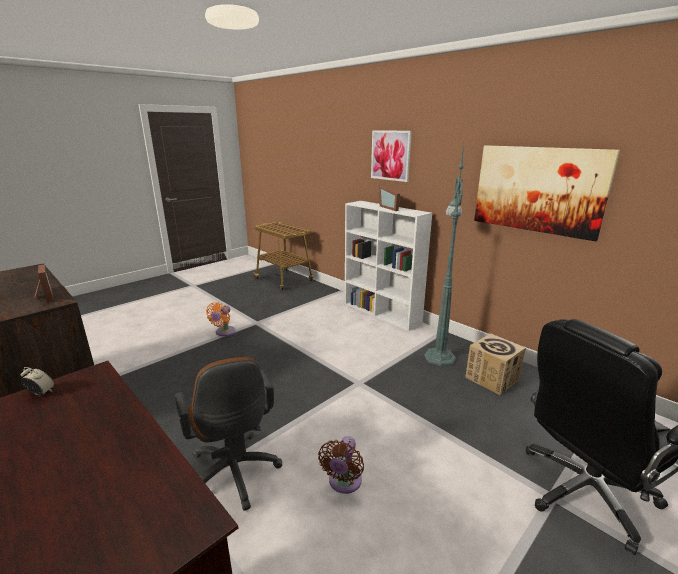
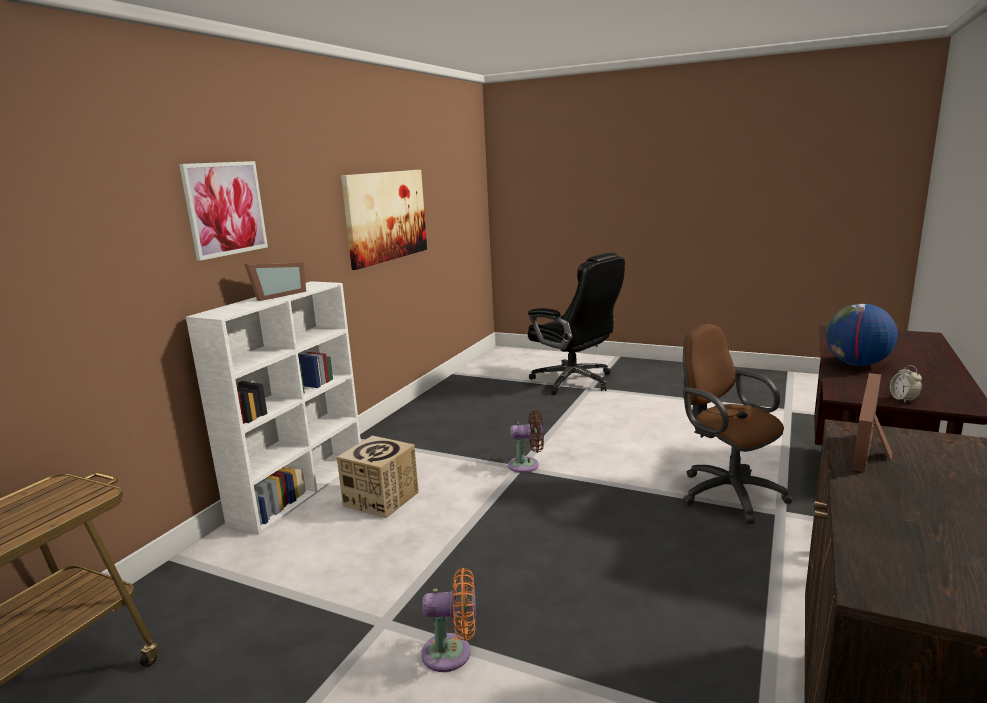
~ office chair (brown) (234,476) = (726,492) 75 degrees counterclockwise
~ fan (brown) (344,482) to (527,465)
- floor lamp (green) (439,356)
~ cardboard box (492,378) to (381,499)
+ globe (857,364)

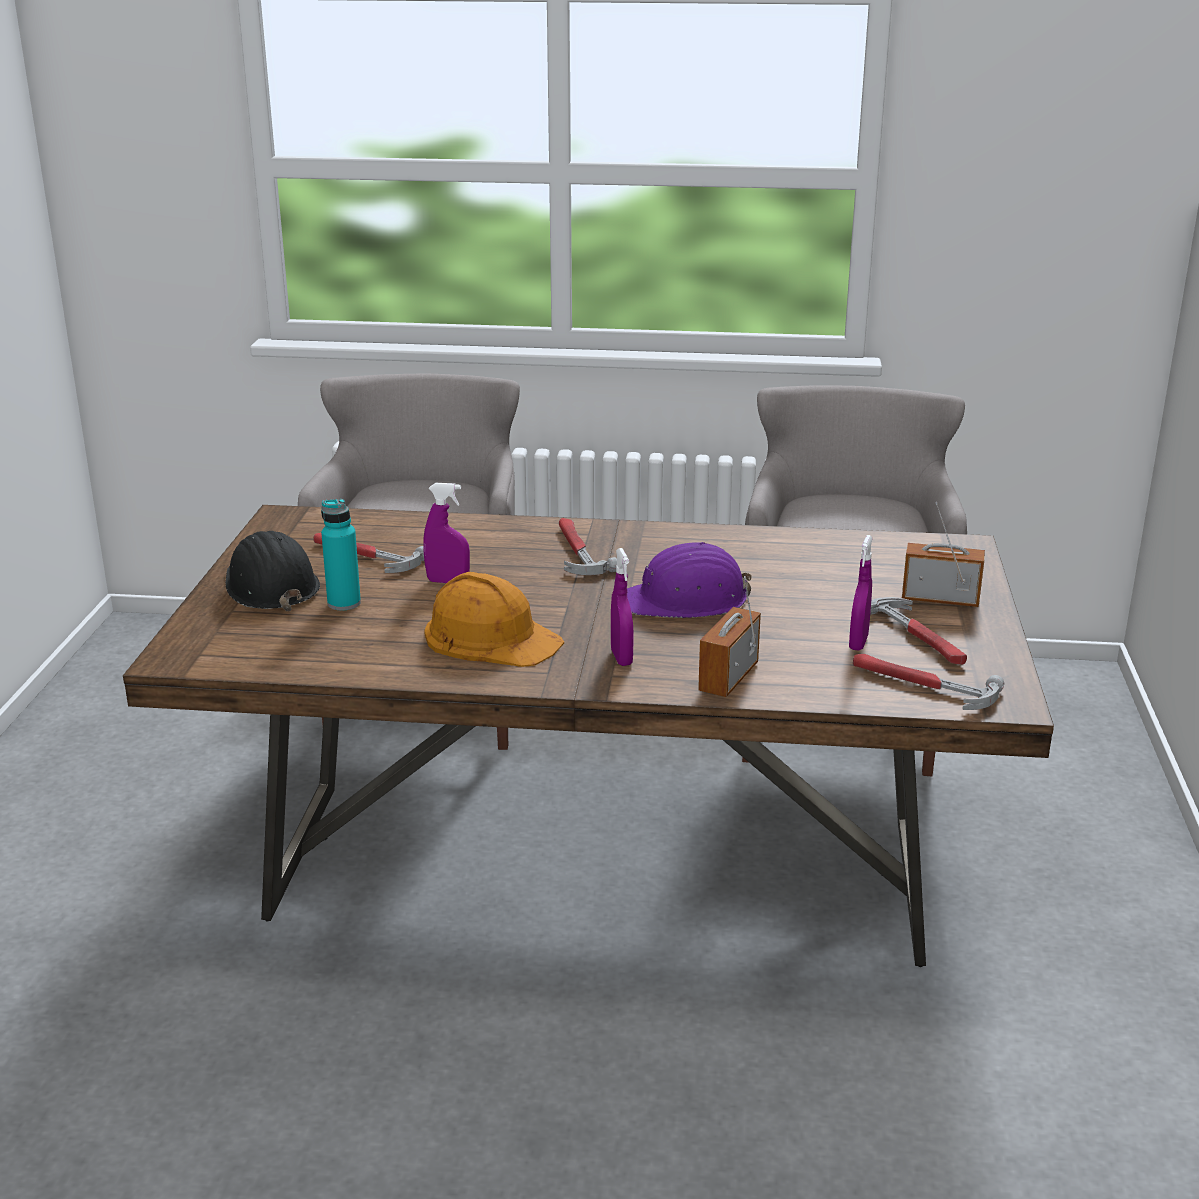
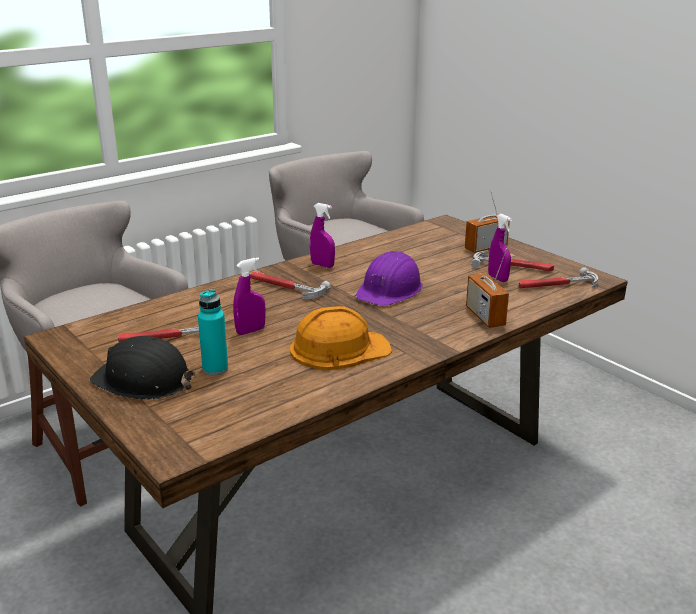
~ spray bottle (purple) (621,658) to (322,265)

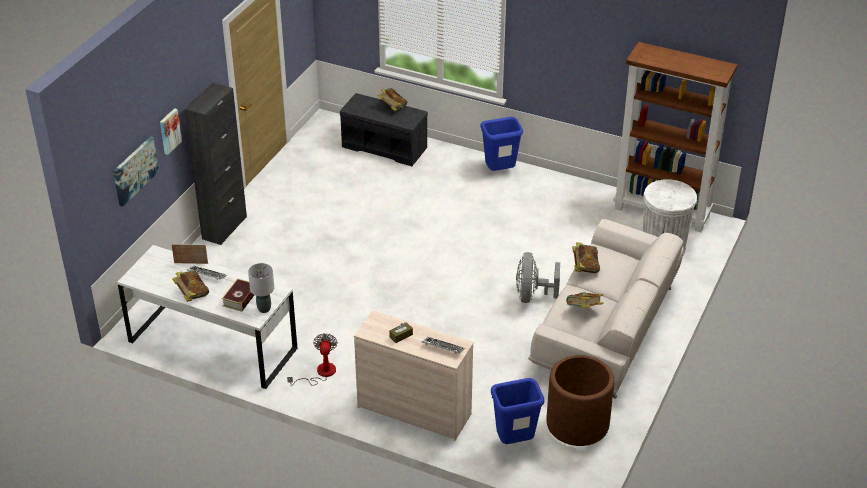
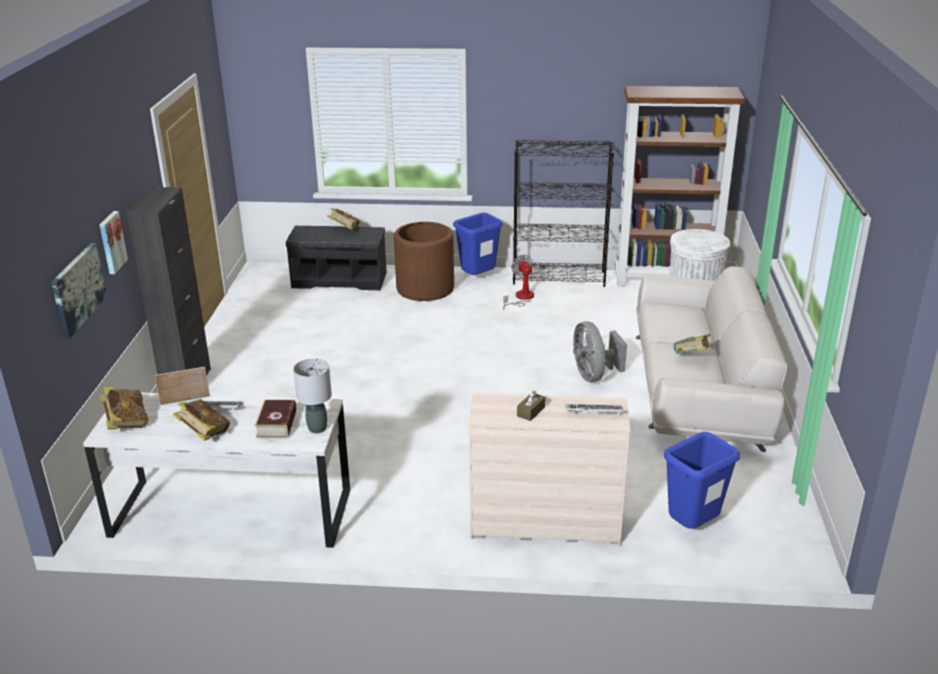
~ fan (320,373) to (521,298)
~ planter (brown) (577,424) to (425,289)
~ book (585,267) to (127,423)
+ bookcase (black) (559,278)

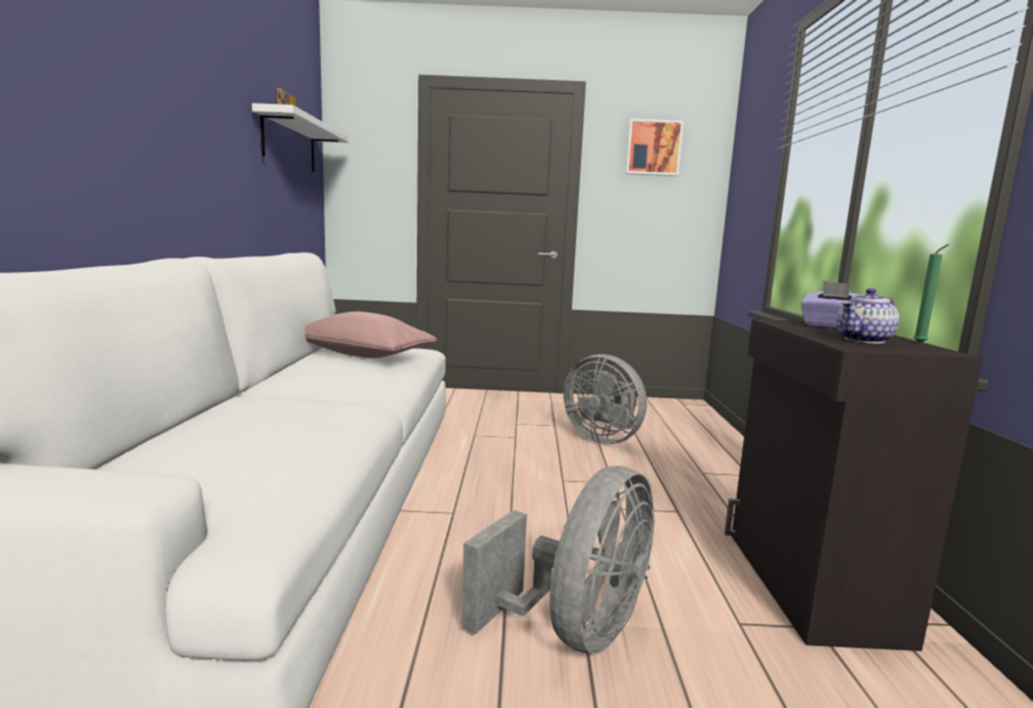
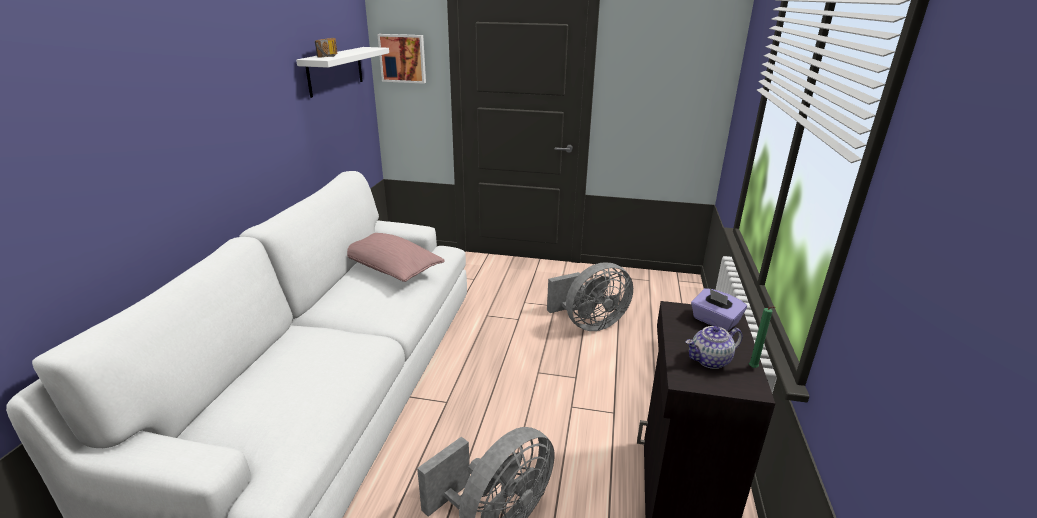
~ fan (grey) (603,438) = (589,324) 75 degrees counterclockwise
~ picture (653,148) to (403,58)

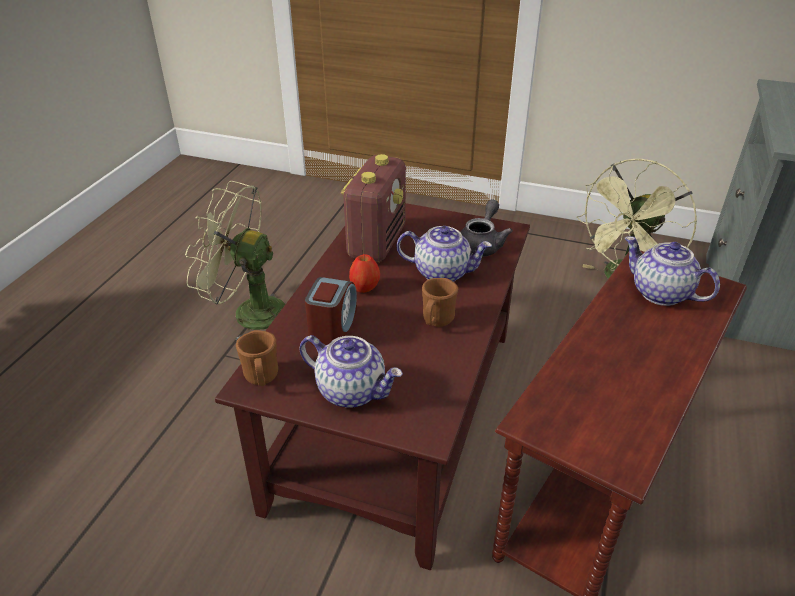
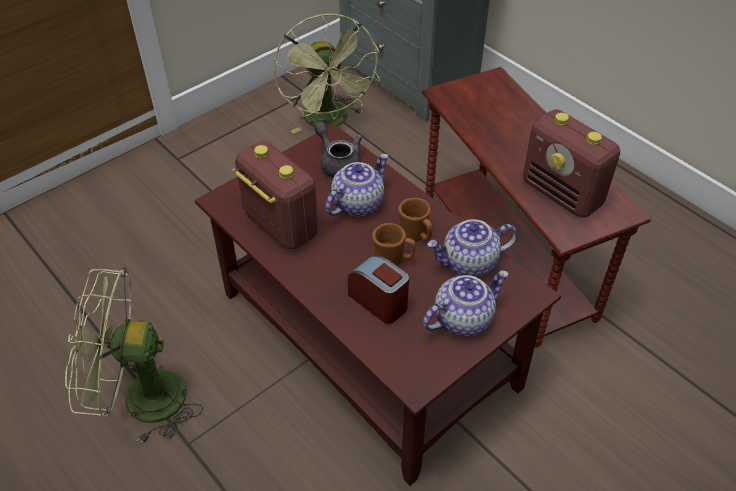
~ fan (green) (248,313) = (140,399) 45 degrees clockwise
~ mug (brown) (261,378) to (393,259)
- apple (364,288)
~ teapot (659,293) to (469,263)
+ radio (562,194)

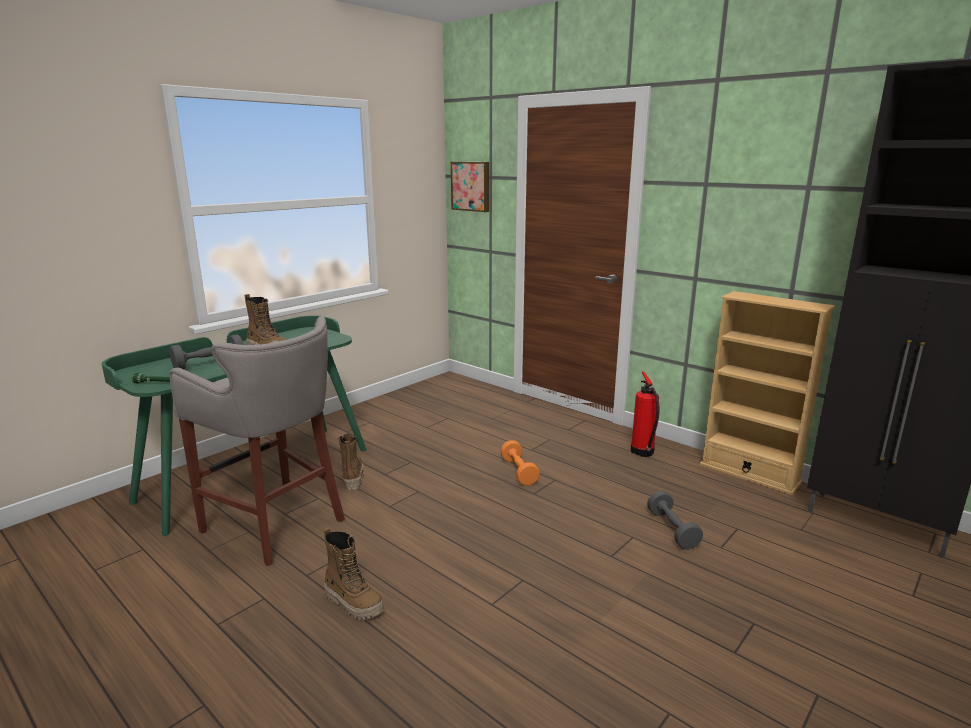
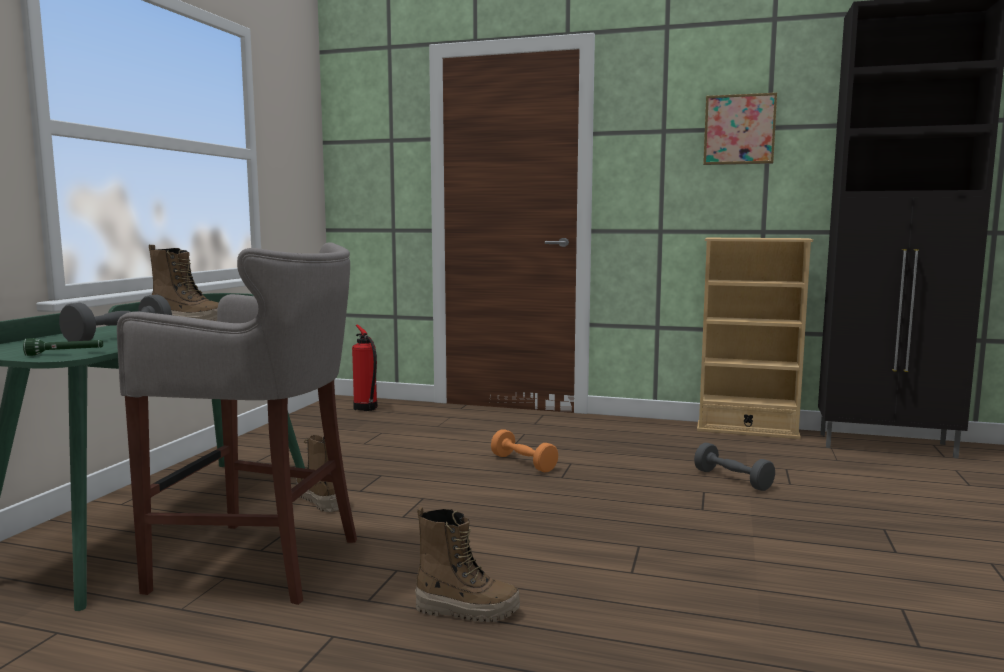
~ picture (471,186) to (739,130)
~ fire extinguisher (642,452) to (366,408)

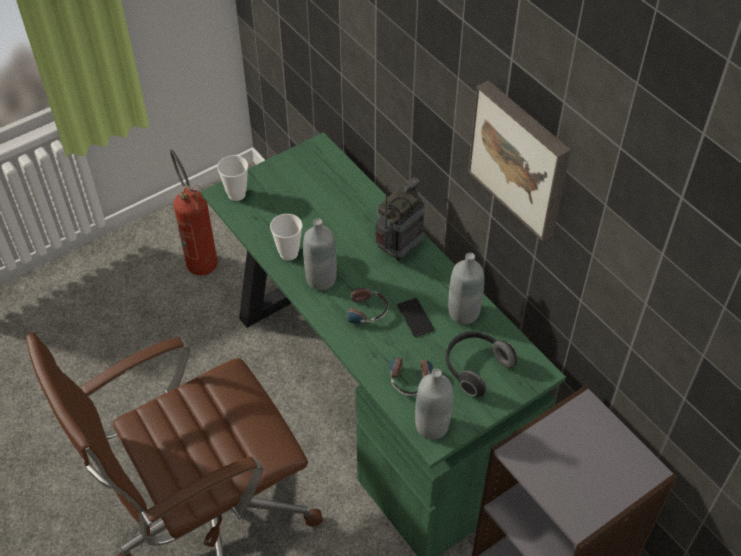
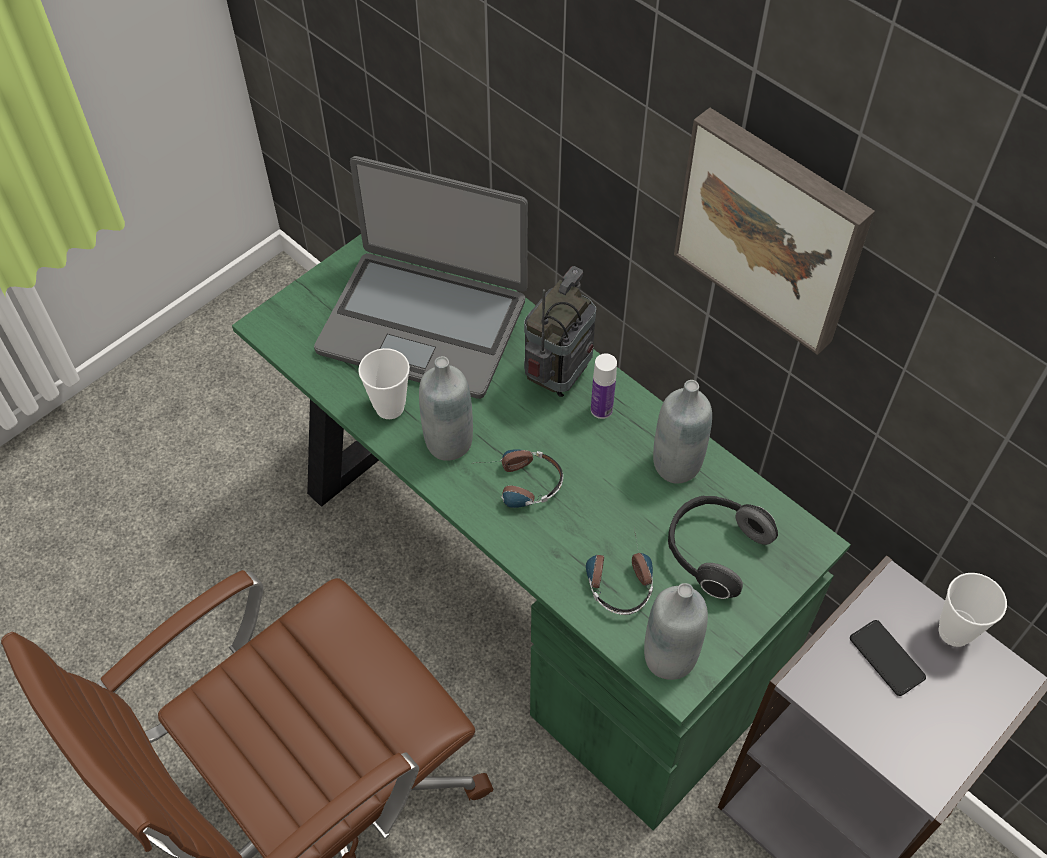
- fire extinguisher (199,258)
~ cup (236,194) to (954,631)
~ phone (415,318) to (887,658)
+ laptop (423,323)
+ bottle (601,409)

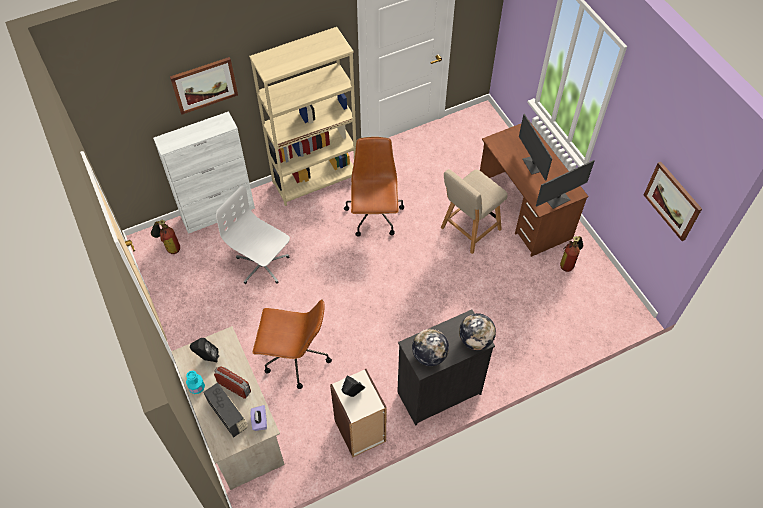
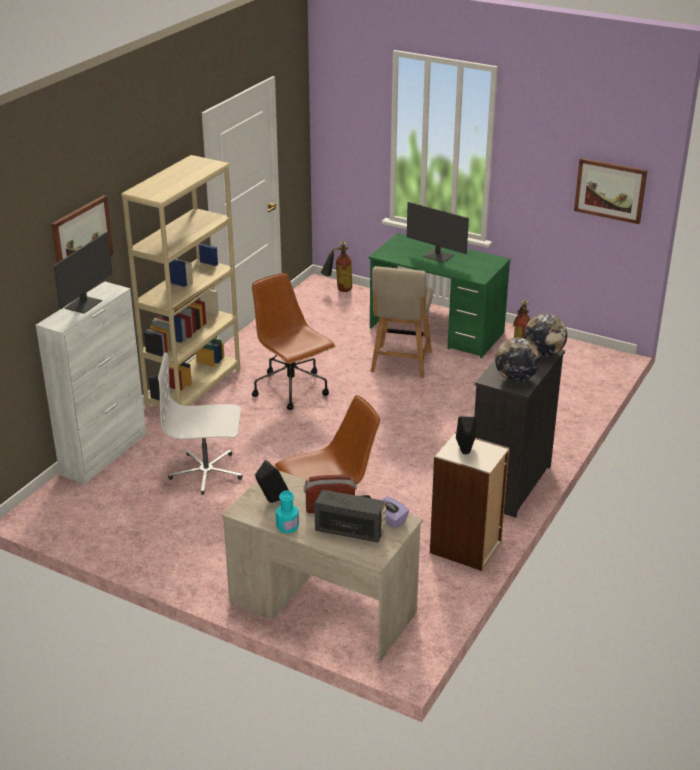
~ fire extinguisher (169,247) to (338,289)
~ desk (brown) (524,209) to desk (green) (436,331)
~ monitor (557,198) to (84,304)

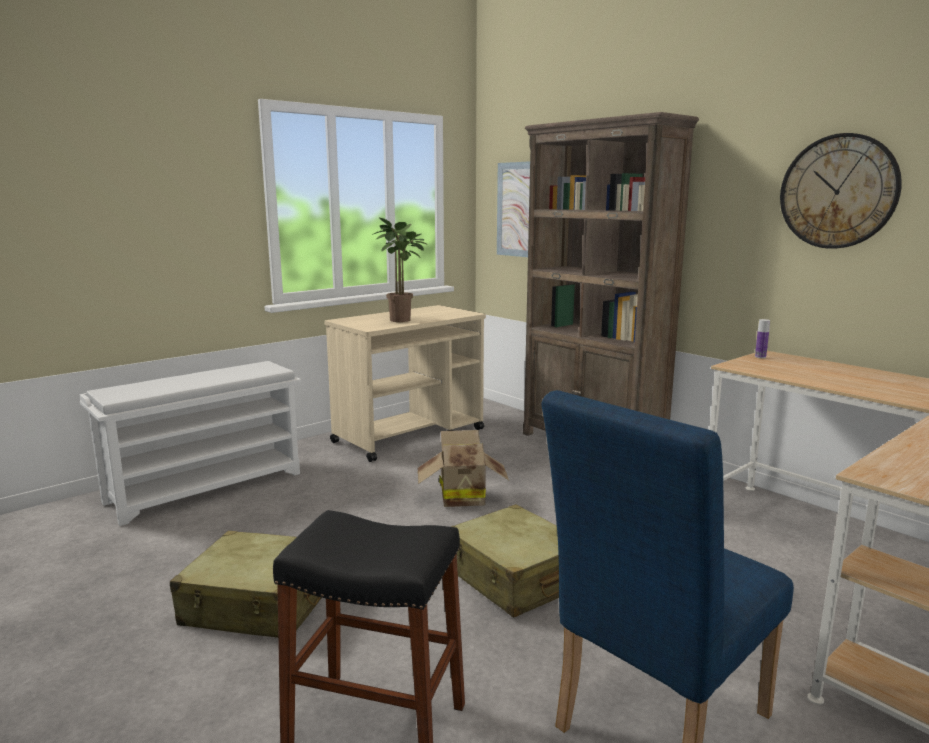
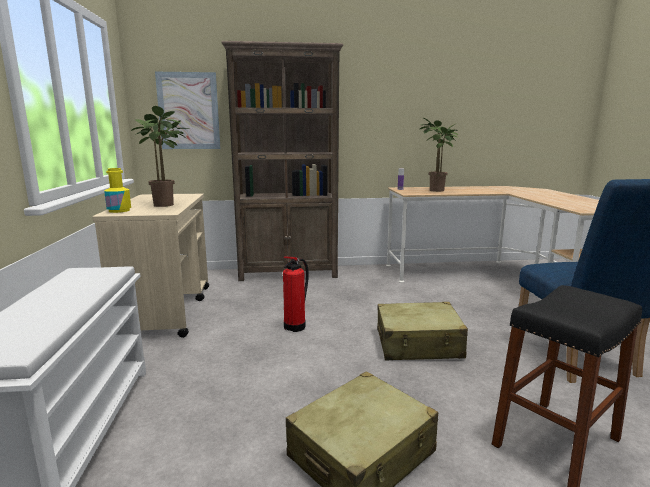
~ cardboard box (460,497) to fire extinguisher (296,326)
- wall clock (838,191)
+ bottle (yellow) (119,210)
+ potted plant (436,191)

